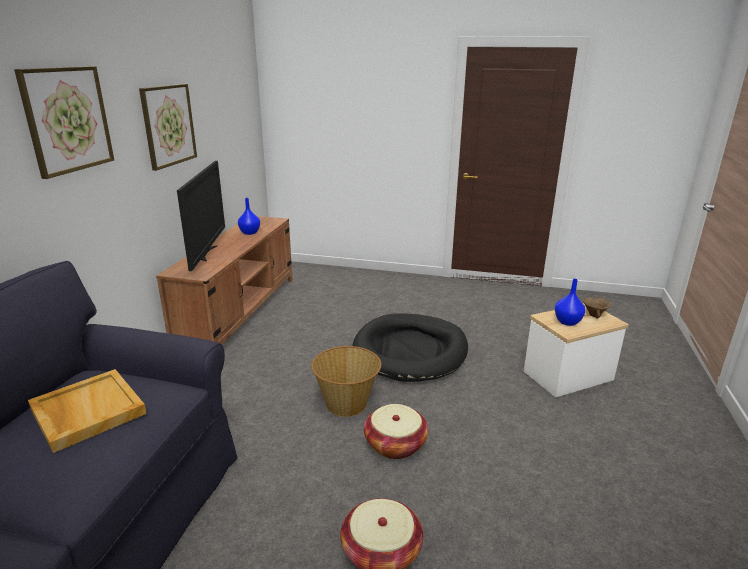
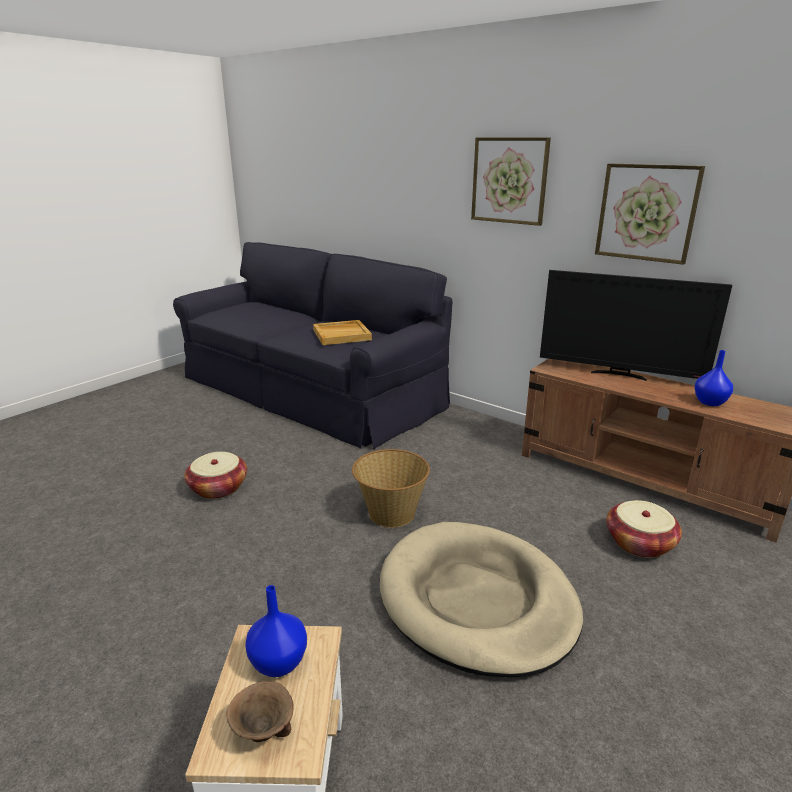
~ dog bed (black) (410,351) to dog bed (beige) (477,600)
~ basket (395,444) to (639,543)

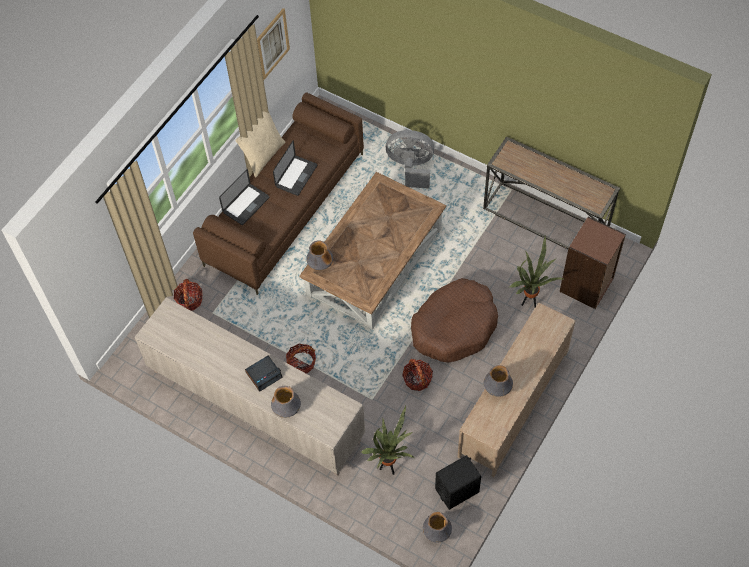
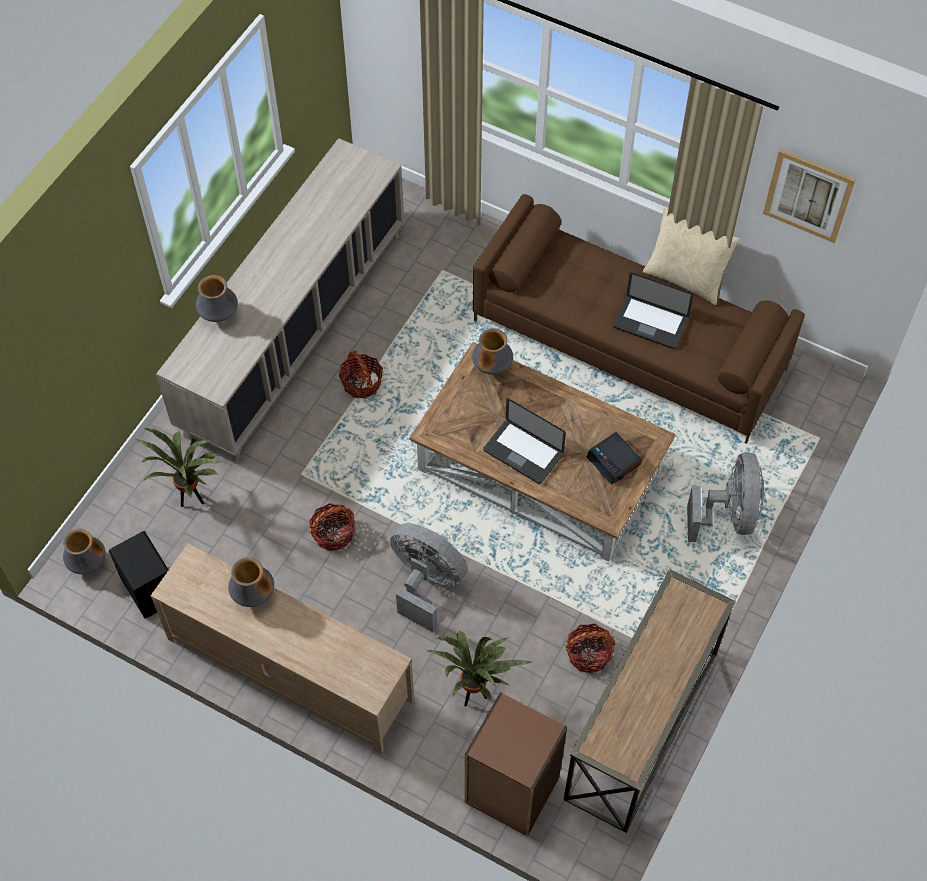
~ basket (189,300) to (589,654)
~ laptop (246,205) to (523,452)
~ alarm clock (264,374) to (614,461)
~ dog bed (brown) (454,326) to fan (grey) (426,583)

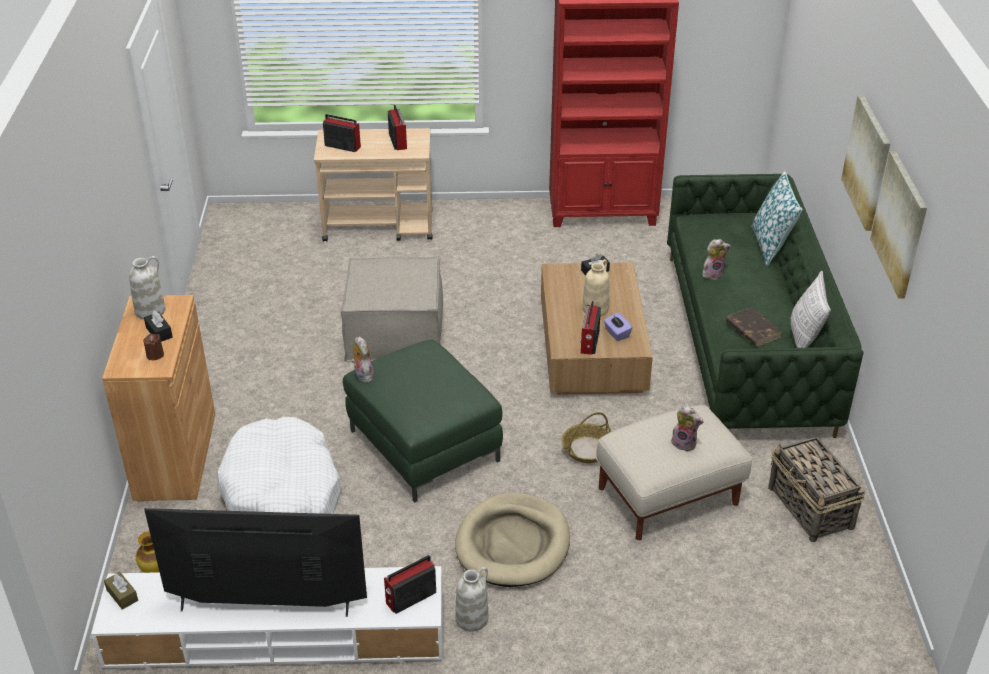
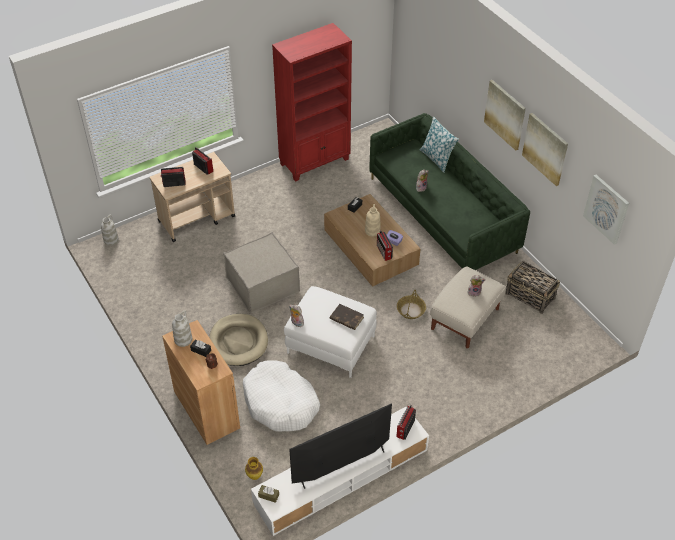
~ ottoman (green) (424,445) to ottoman (white) (331,344)
~ dog bed (beige) (513,544) to (238,342)
~ vase (white) (472,618) to (111,240)
~ book (brown) (752,329) to (346,318)
- pillow (804,338)
+ picture (606,209)

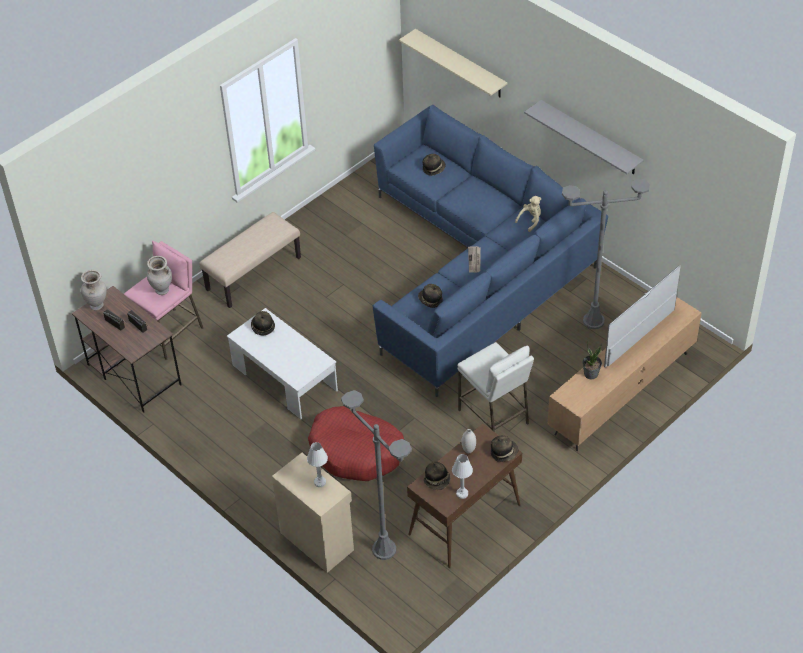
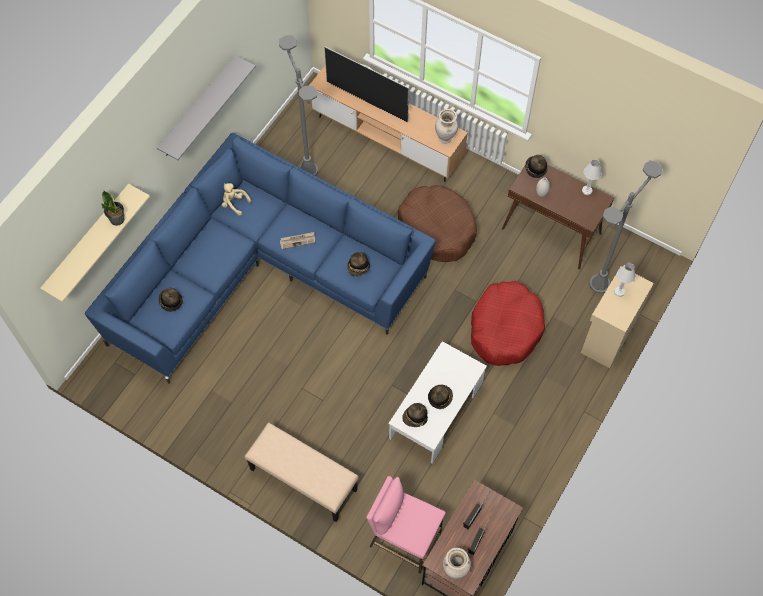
~ vase (beige) (162,291) to (445,138)
~ hat (437,481) to (440,397)
~ stool (white) (494,416) to dog bed (brown) (437,228)
~ potted plant (591,374) to (117,219)

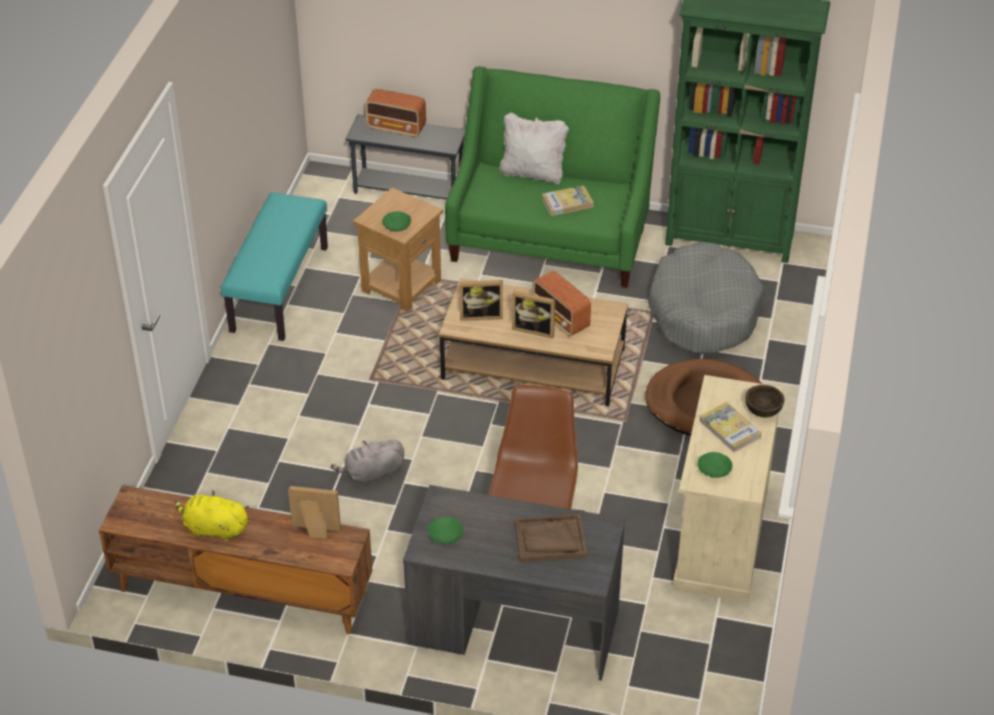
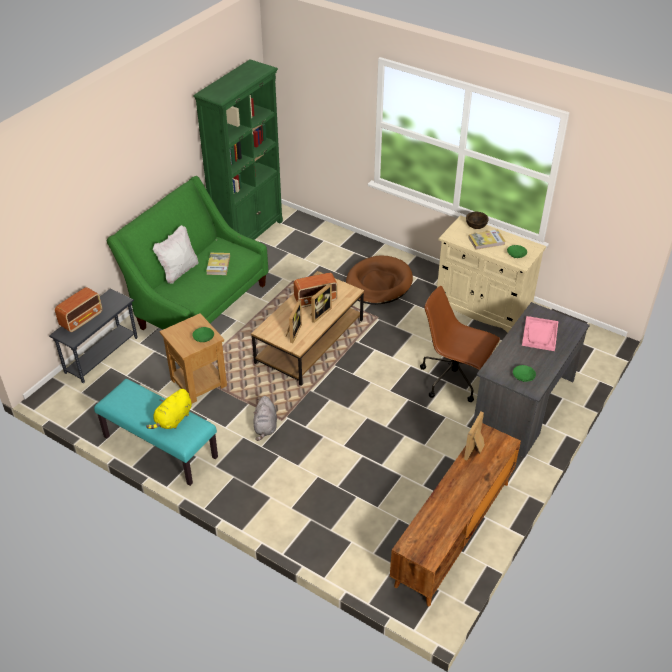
~ plush toy (yellow) (214,529) to (173,420)
~ plush toy (grey) (372,474) to (265,427)
~ tray (brown) (550,540) to tray (pink) (540,335)
- dog bed (grey) (703,312)

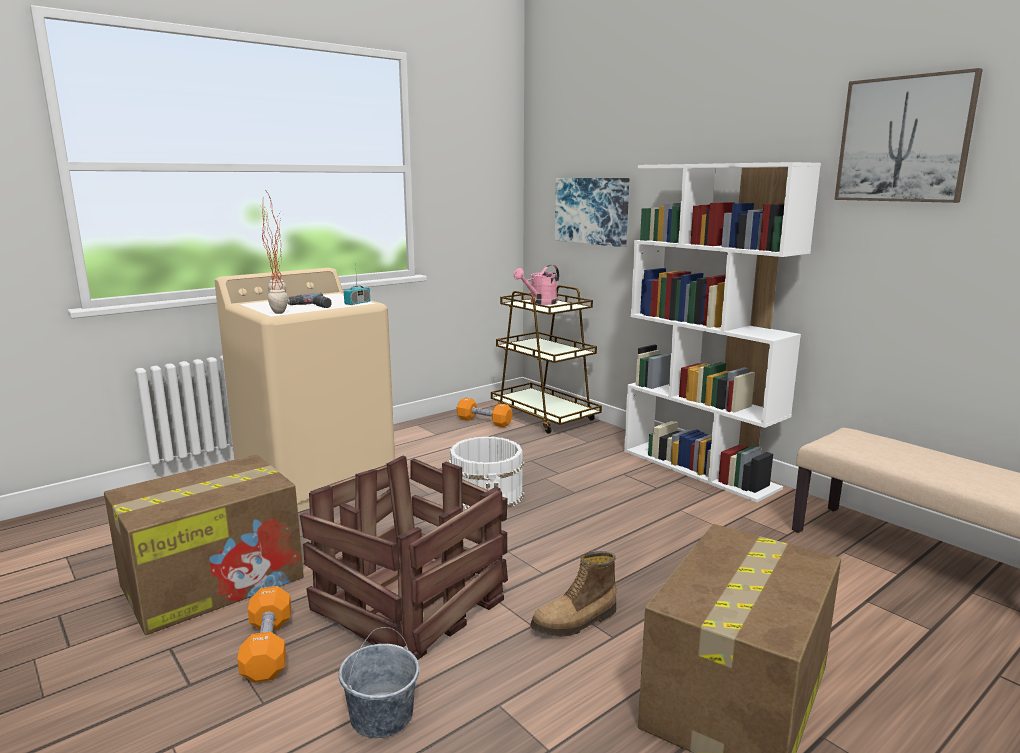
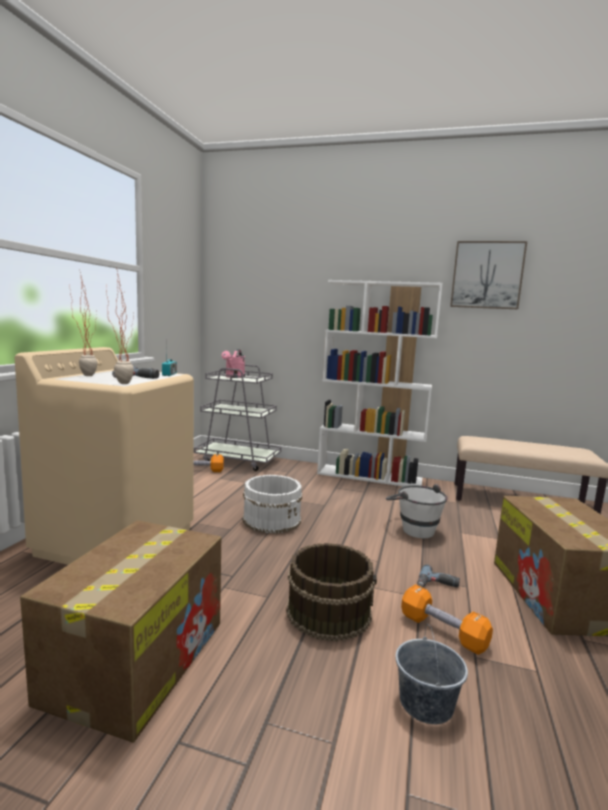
~ dumbbell (orange) (268,648) to (443,631)
~ crate (412,603) to bucket (brown) (329,611)
~ cart (brown) (544,416) to cart (grey) (238,460)
~ boot (575,622) to power drill (437,585)
- picture (592,211)
+ bucket (white) (412,528)

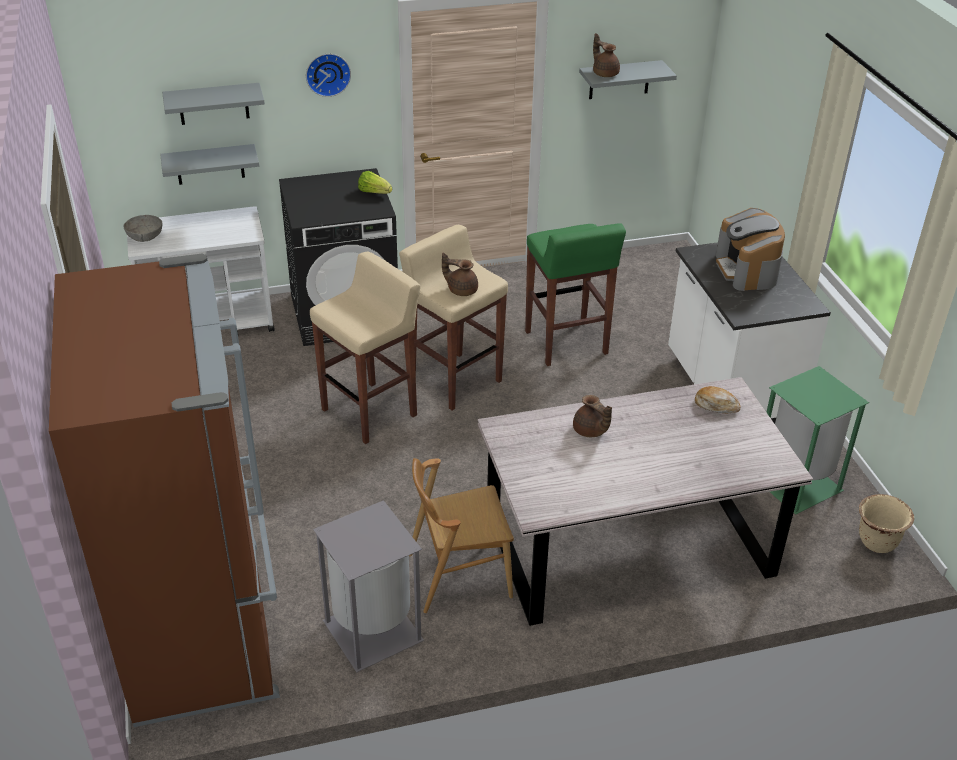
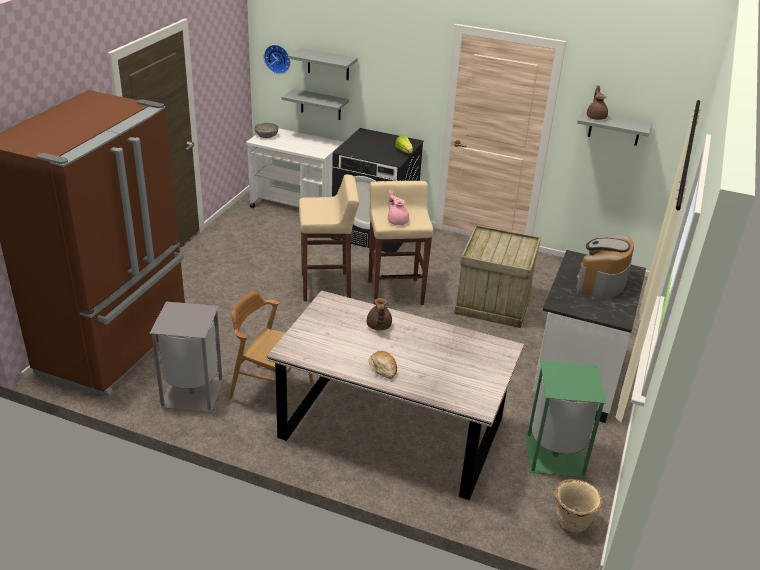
~ wall clock (327,73) to (278,58)
~ teapot (brown) (461,290) to teapot (pink) (397,221)
~ stool (green) (566,344) to crate (492,303)
~ bread (716,405) to (383,368)

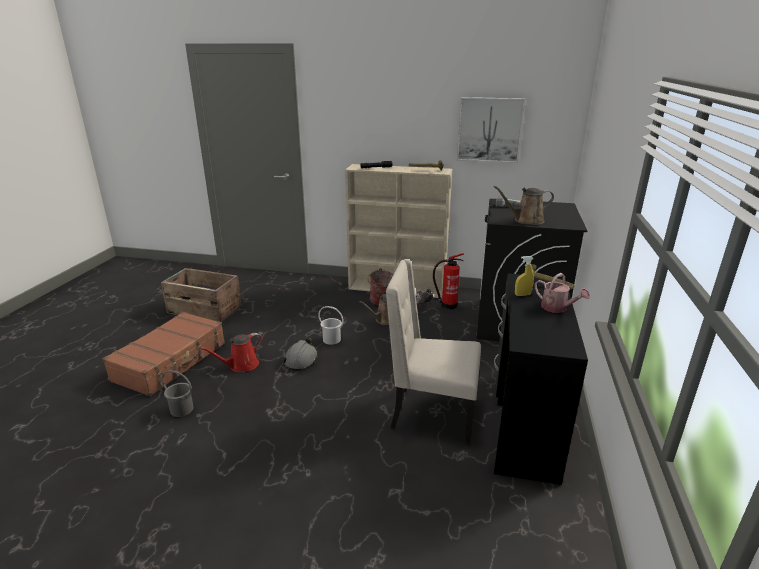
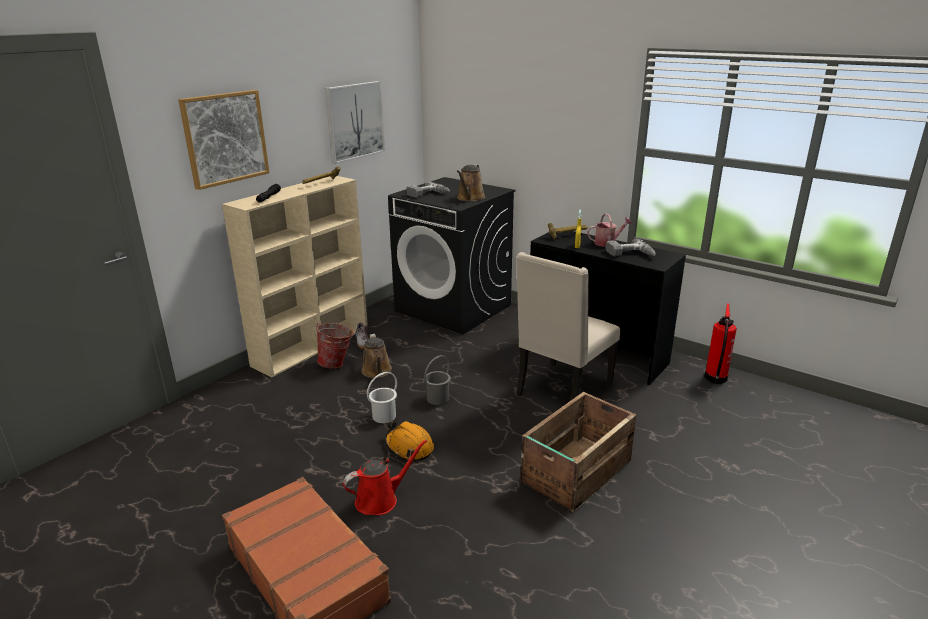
~ crate (204,309) to (575,472)
~ bucket (grey) (182,409) to (437,398)
~ watering can (red) (241,365) = (380,499) 105 degrees counterclockwise
~ hard hat (grey) (301,360) to hard hat (orange) (409,447)
~ fire extinguisher (447,305) to (715,379)
+ picture (225,138)
+ power drill (630,254)

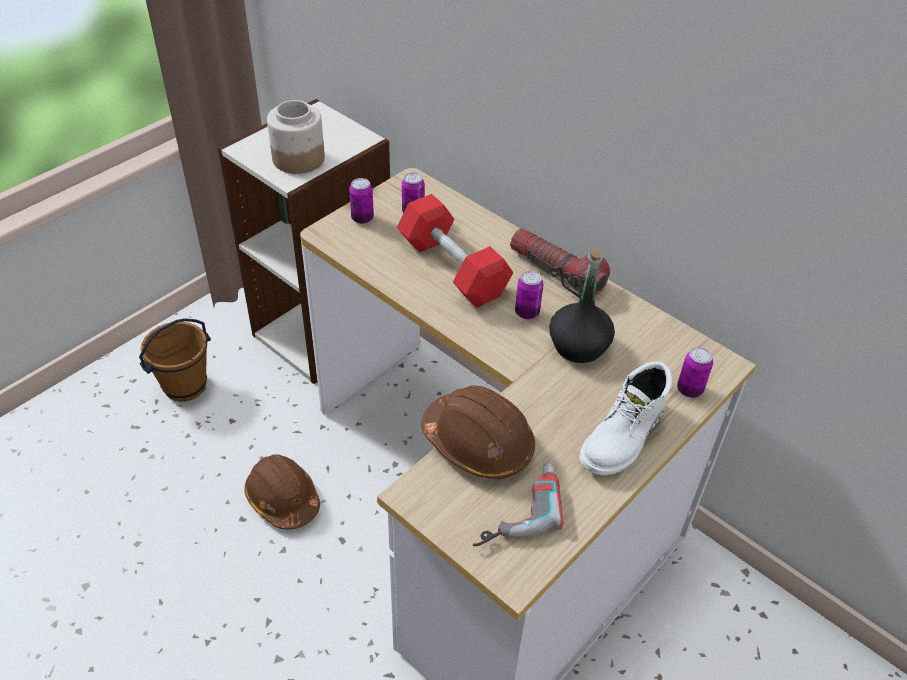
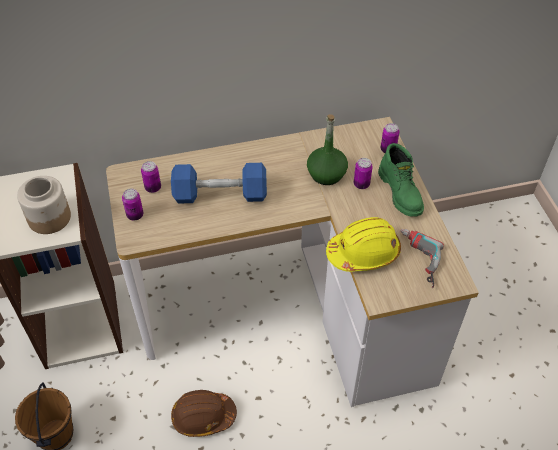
~ dumbbell (red) (453,268) to dumbbell (blue) (220,194)
~ hard hat (brown) (478,443) to hard hat (yellow) (363,253)
- flashlight (556,272)
~ can (527,312) to (361,184)
~ bottle (black) (579,346) to bottle (green) (326,174)
~ boot (white) (624,438) to boot (green) (401,192)

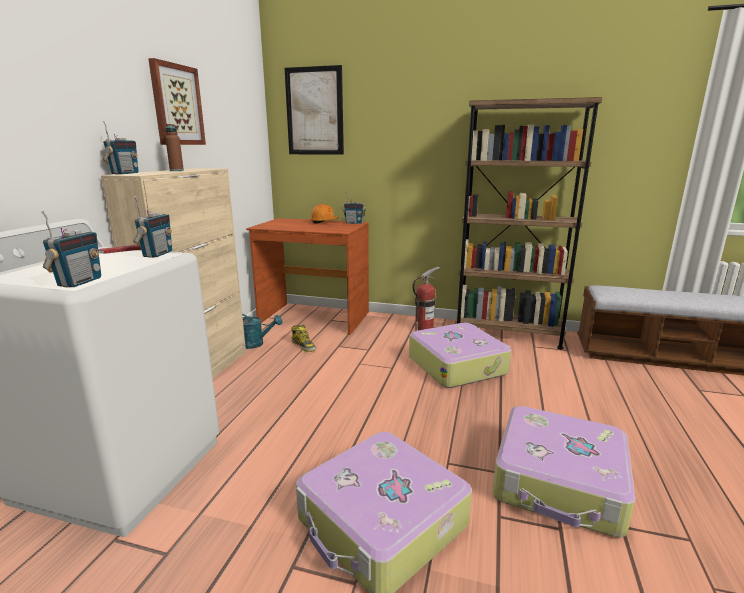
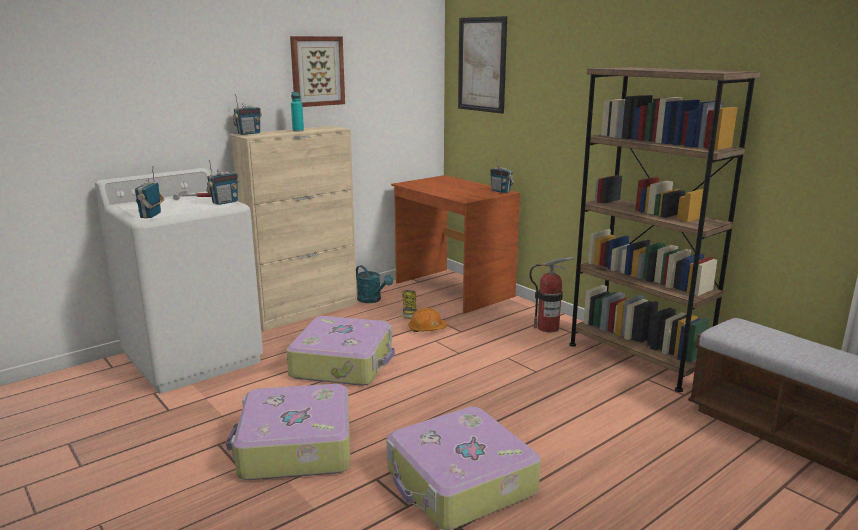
~ radio (79,282) = (151,215) 135 degrees clockwise
~ bottle (brown) (176,170) to bottle (turquoise) (298,130)
~ hard hat (orange) (324,222) to (427,329)
~ suitcase (457,365) to (343,363)

